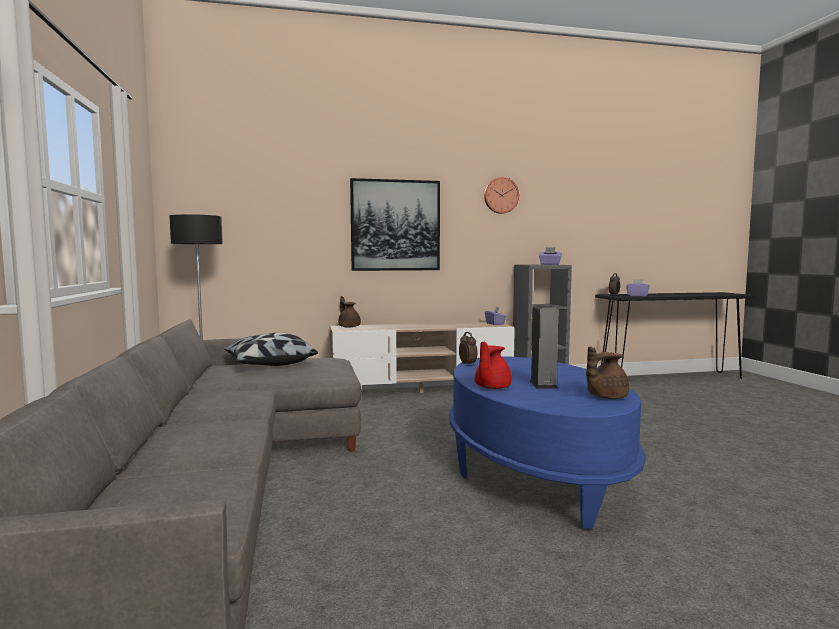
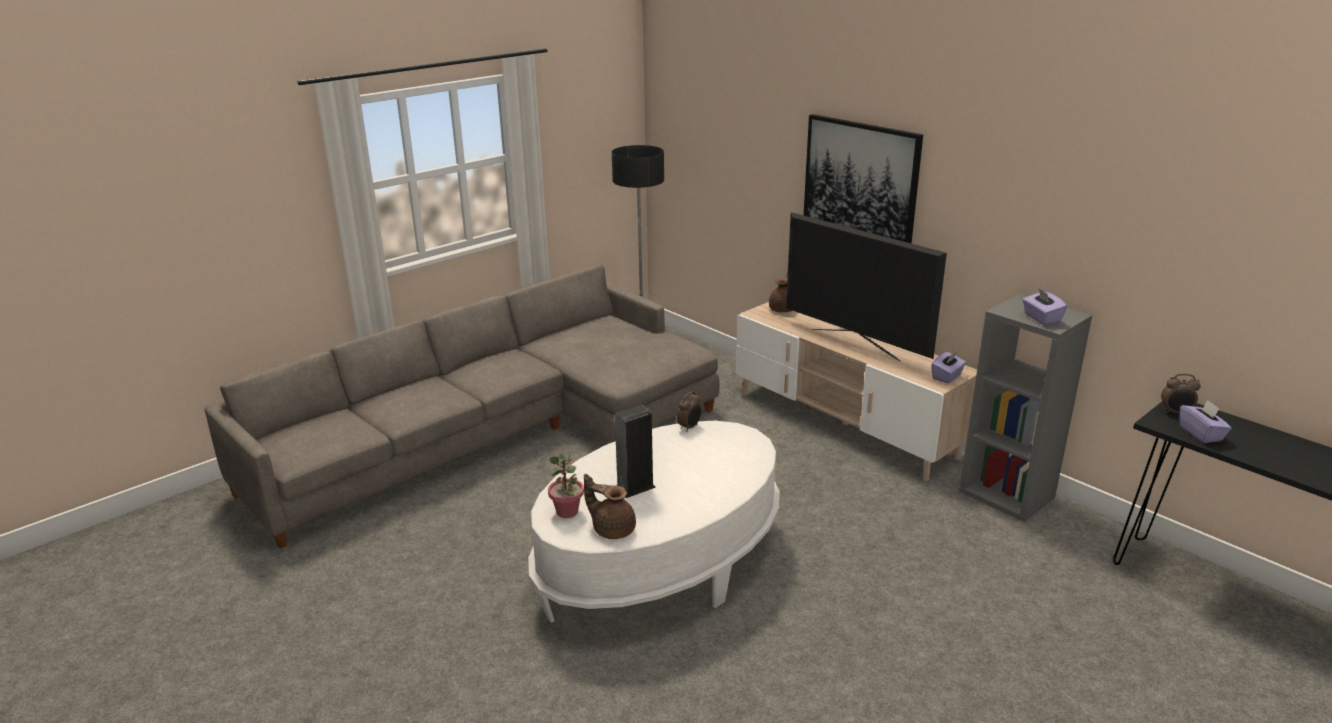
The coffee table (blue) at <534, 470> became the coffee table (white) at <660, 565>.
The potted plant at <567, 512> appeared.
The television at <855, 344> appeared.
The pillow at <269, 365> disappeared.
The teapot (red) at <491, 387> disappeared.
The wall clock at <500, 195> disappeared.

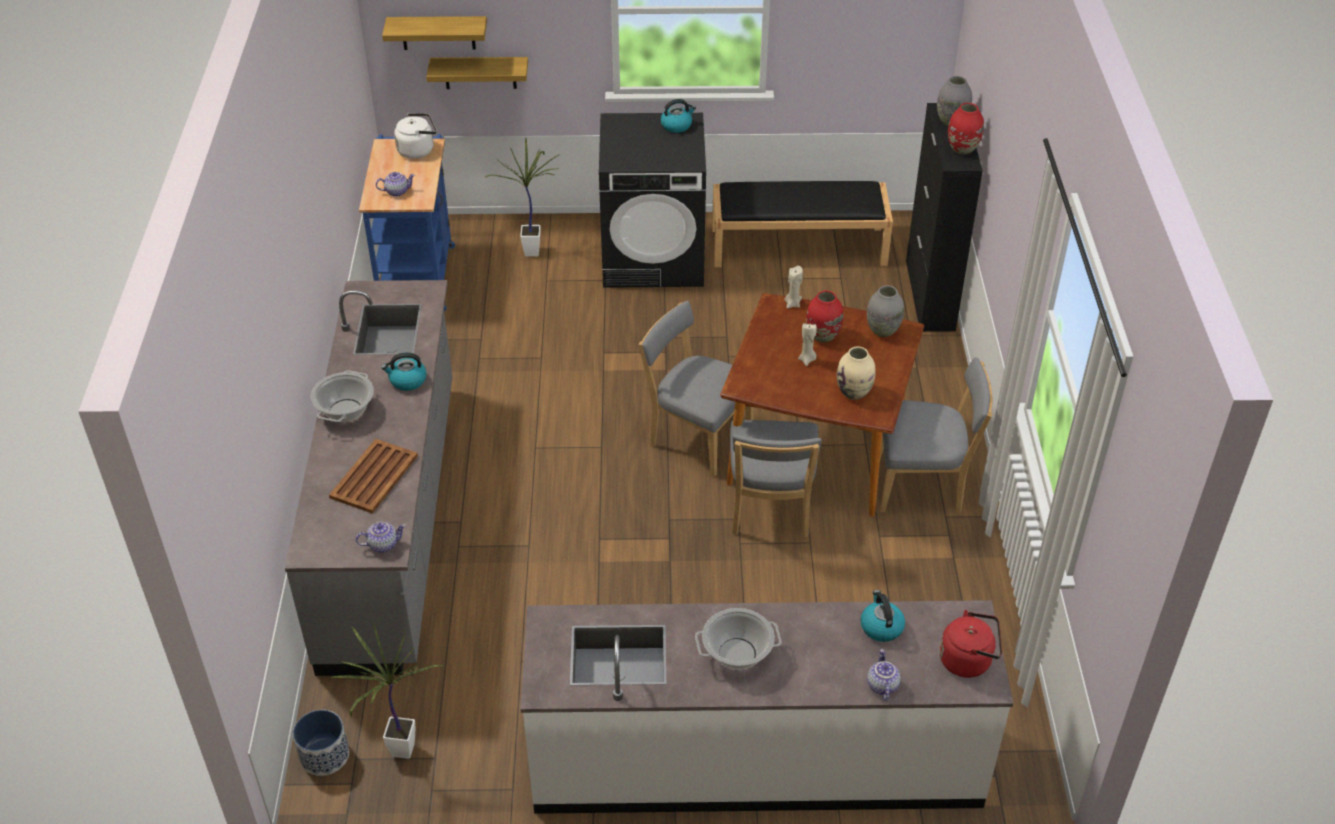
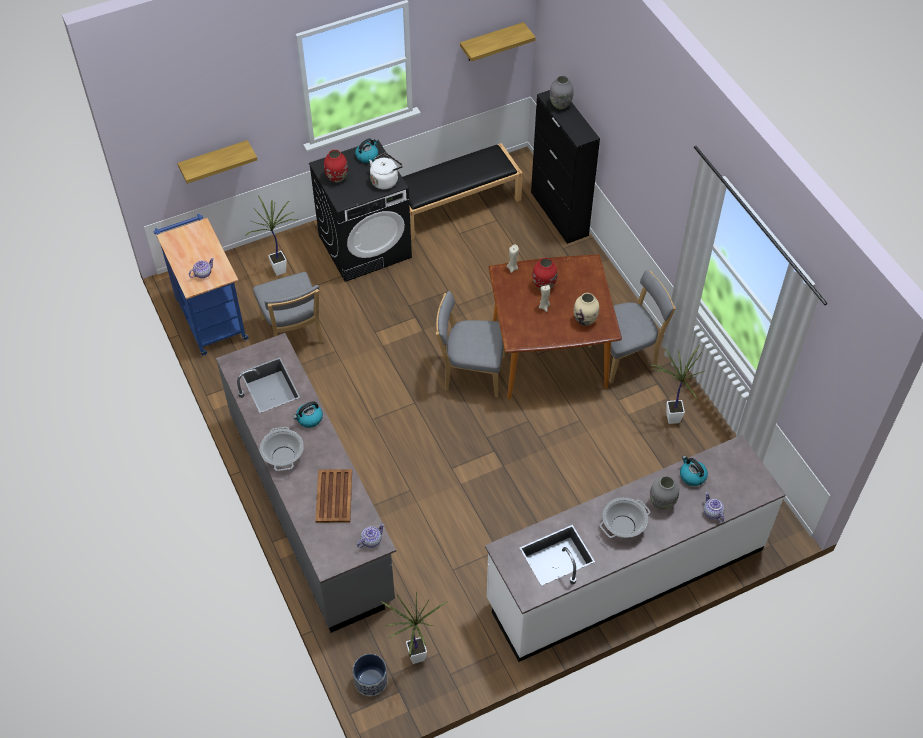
The chair (grey) moved from <770, 510> to <293, 333>.
The vase (red) moved from <962, 149> to <337, 178>.
The kettle (white) moved from <418, 150> to <385, 180>.
The shelf moved from <438, 32> to <491, 42>.
The potted plant at <669, 418> appeared.
The vase (grey) moved from <882, 331> to <662, 503>.
The kettle (red) at <968, 660> disappeared.

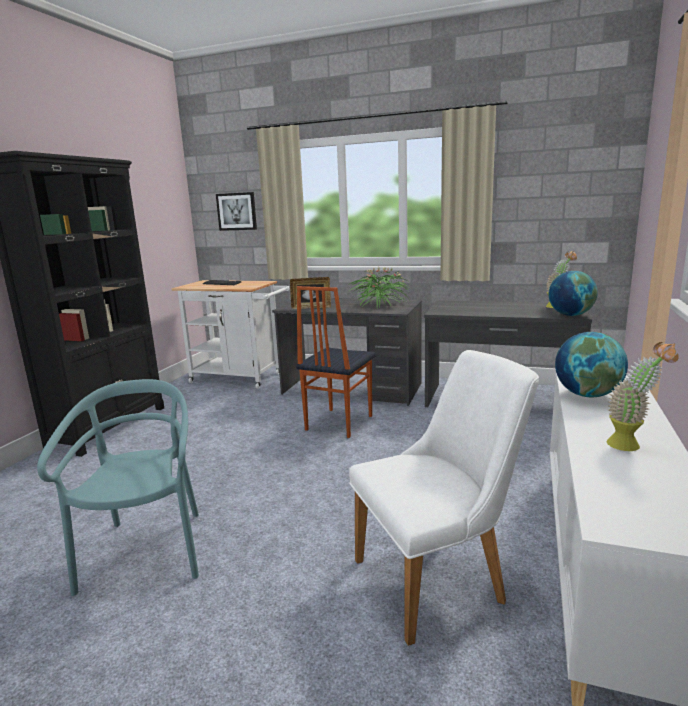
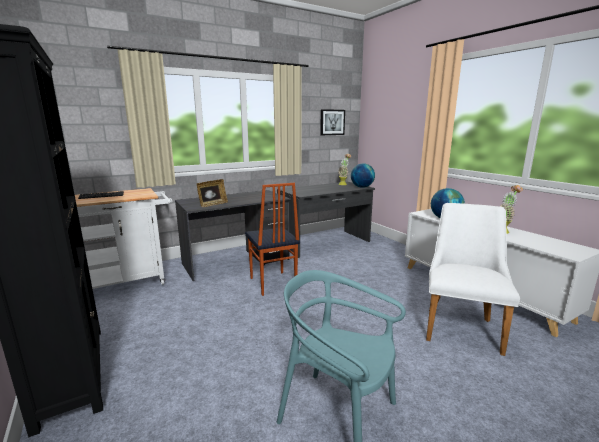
The picture moved from <237, 211> to <332, 122>.
The potted plant at <380, 304> disappeared.

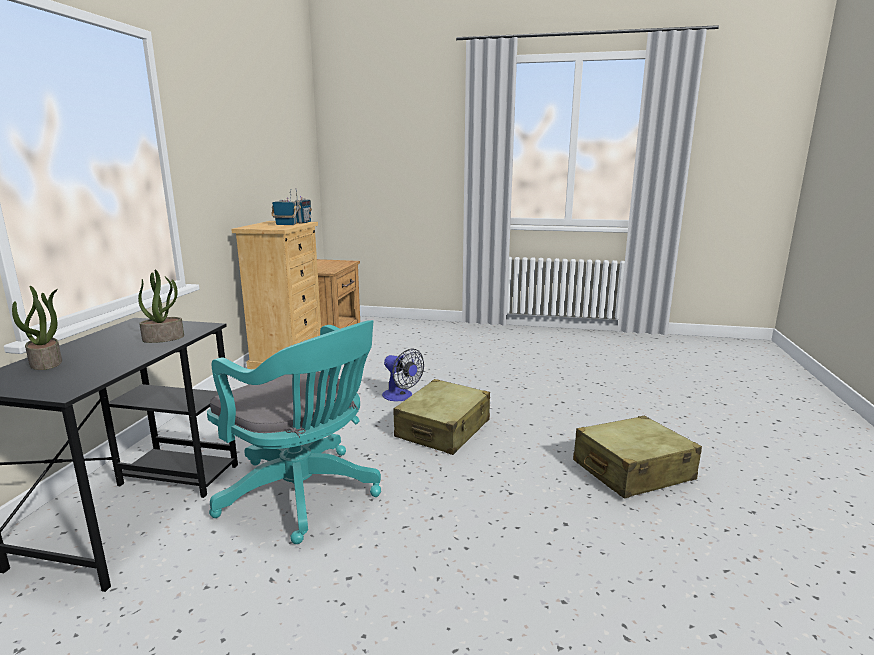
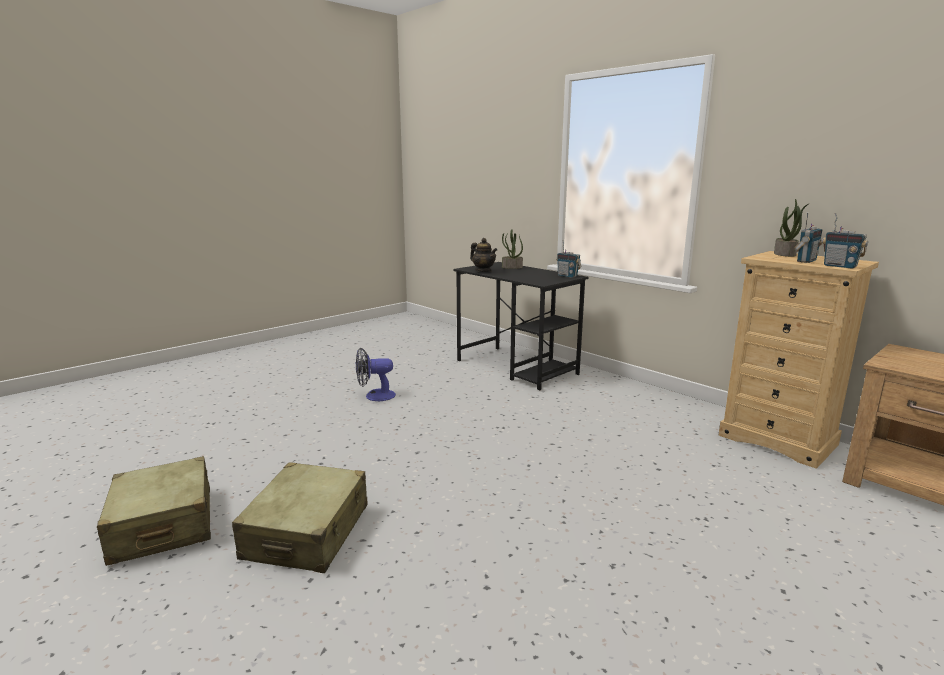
The suitcase (beige) moved from <443, 429> to <163, 525>.
The fan moved from <401, 397> to <375, 396>.
The teapot at <483, 271> appeared.
The radio at <567, 276> appeared.
The potted plant moved from <164, 338> to <785, 254>.
The office chair (turquoise) at <305, 495> disappeared.

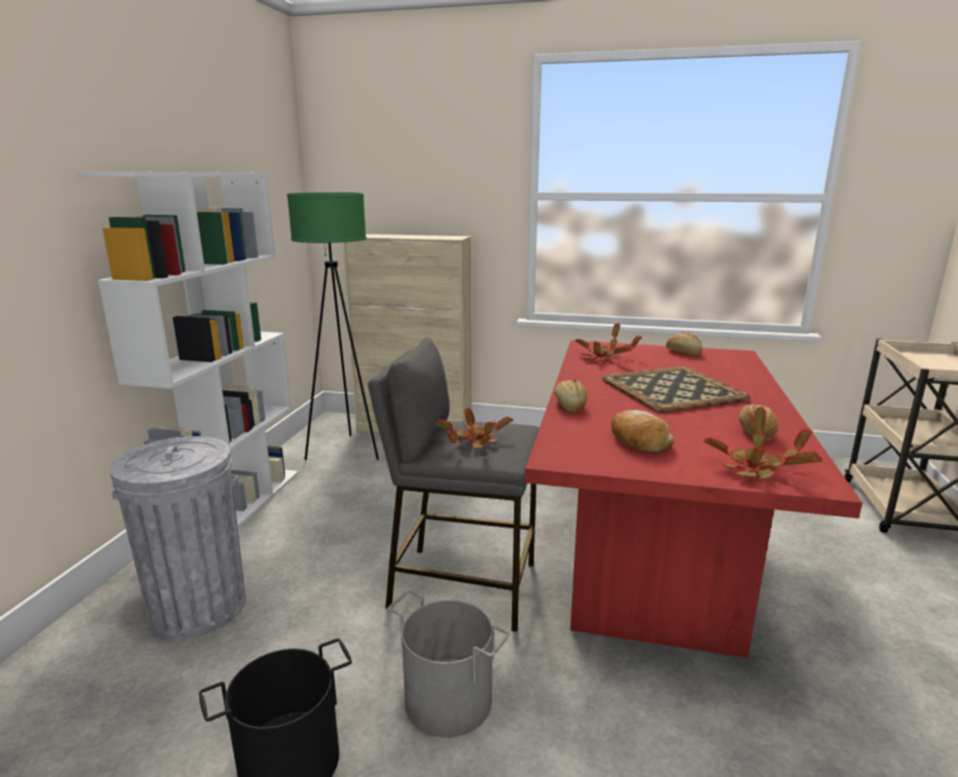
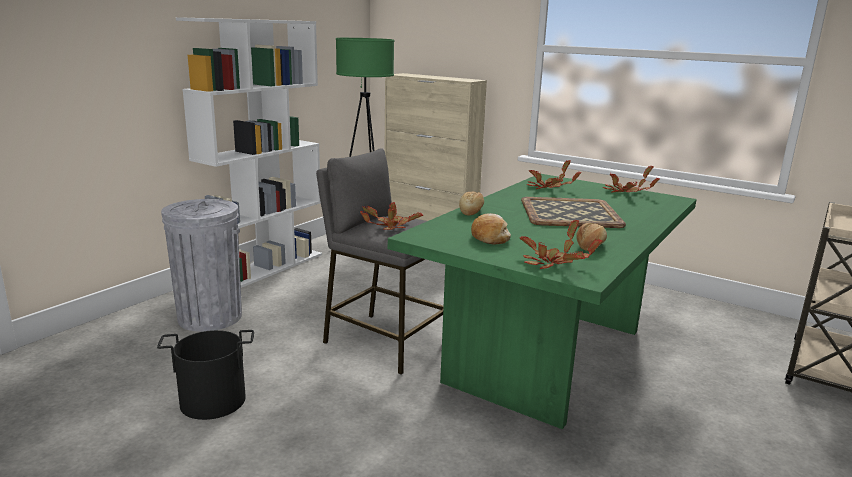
The dining table (red) at <649, 555> became the dining table (green) at <546, 354>.
The bread at <683, 352> was replaced by the potted plant at <625, 192>.
The bucket (grey) at <449, 699> disappeared.

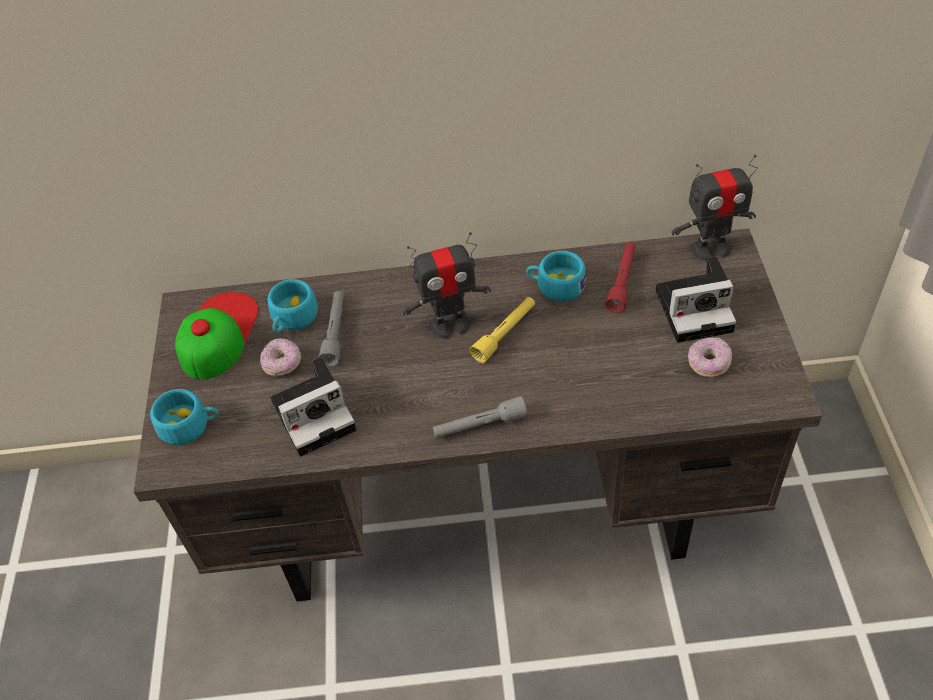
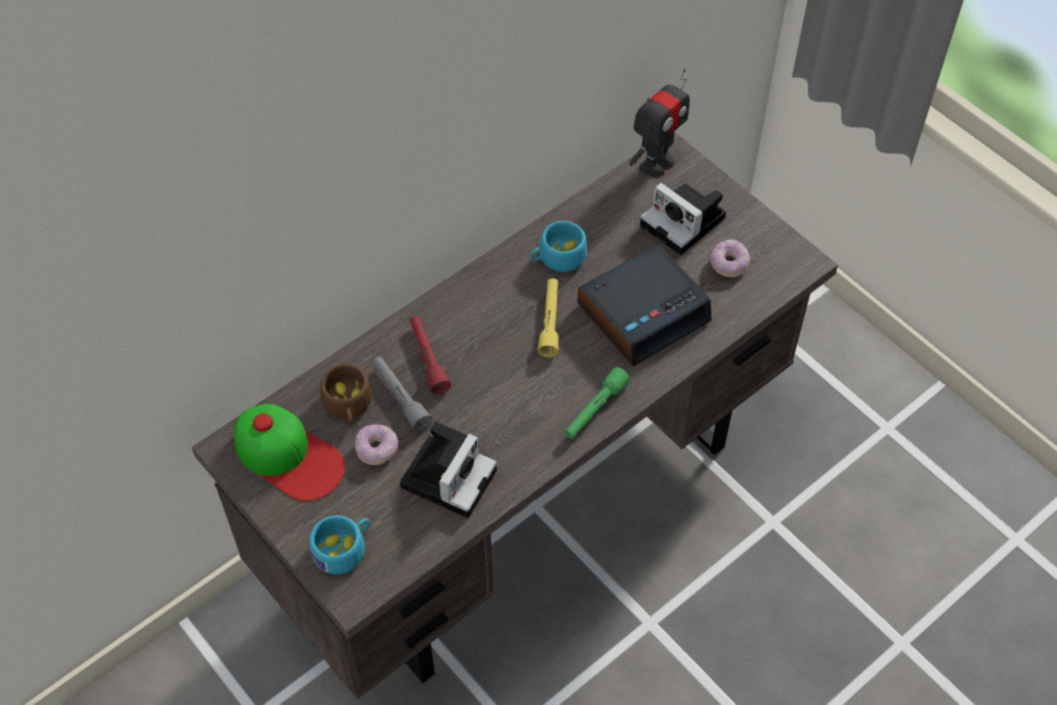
The cap at <218, 334> turned 150 degrees clockwise.
The cup (turquoise) at <292, 319> became the cup (brown) at <348, 405>.
The flashlight (red) moved from <622, 282> to <428, 358>.
The flashlight (grey) at <479, 425> became the flashlight (green) at <595, 410>.
The alarm clock at <643, 311> appeared.
The photo camera at <696, 309> turned 90 degrees clockwise.
The toy robot at <450, 325> disappeared.

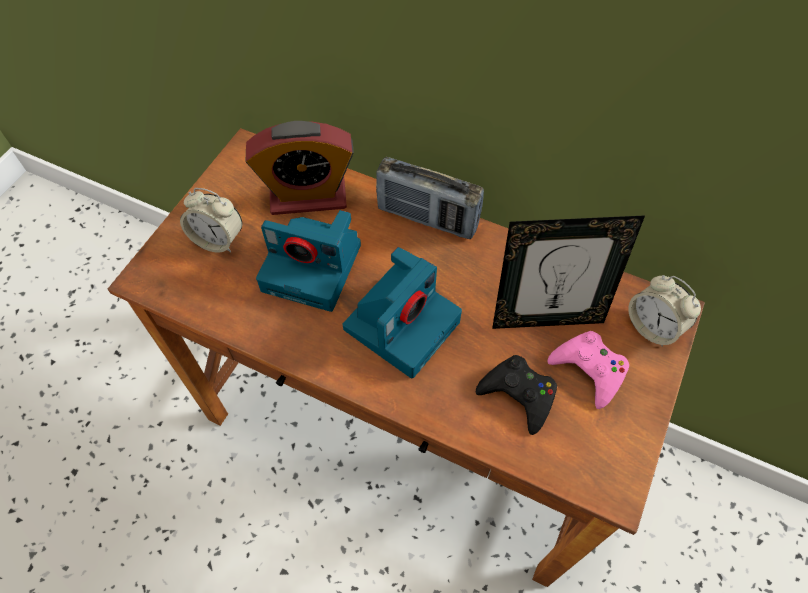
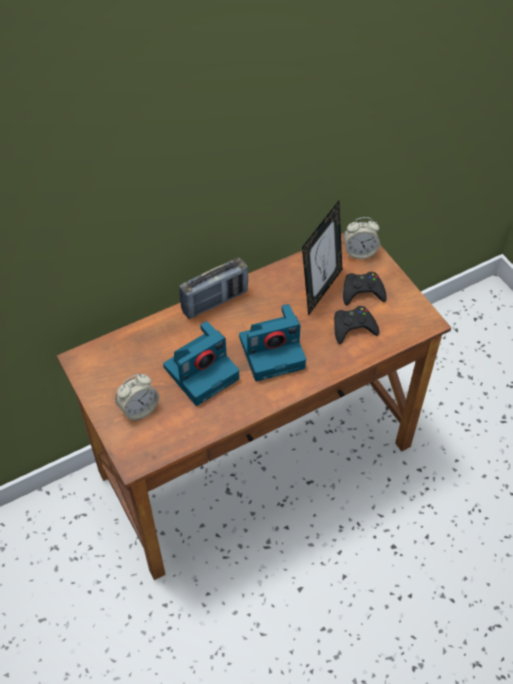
The photo camera at <402, 323> turned 90 degrees clockwise.
The game controller (pink) at <589, 370> became the game controller (black) at <362, 291>.
The alarm clock at <308, 196> disappeared.

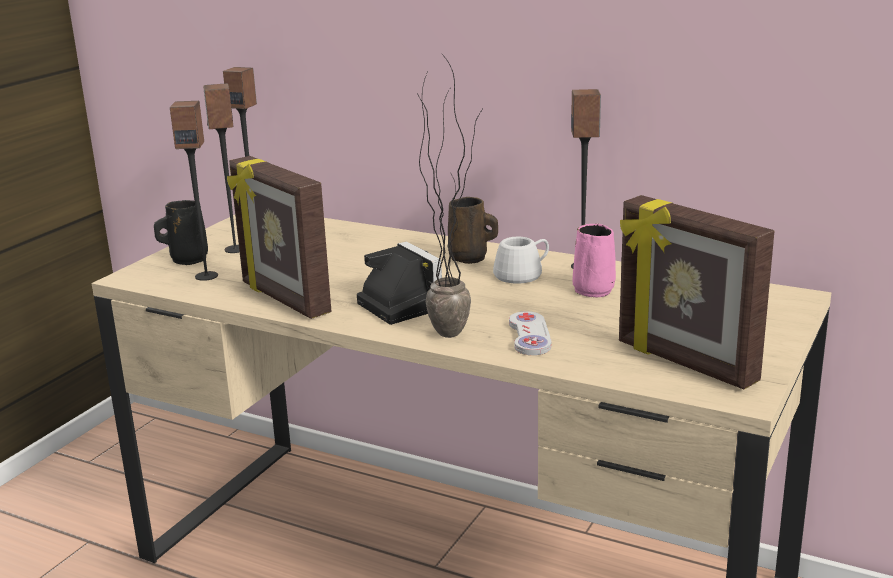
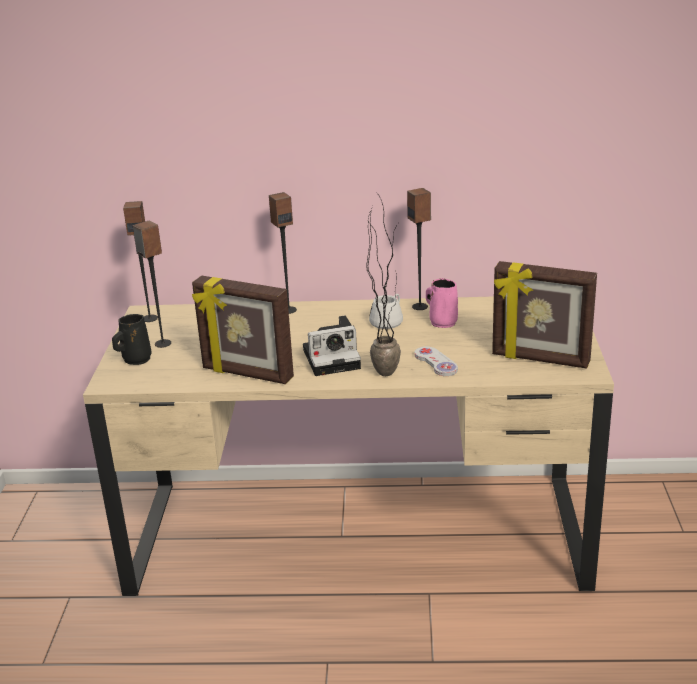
The speaker moved from <206, 276> to <288, 310>.
The photo camera at <405, 303> turned 135 degrees clockwise.
The mug (brown) at <470, 258> disappeared.

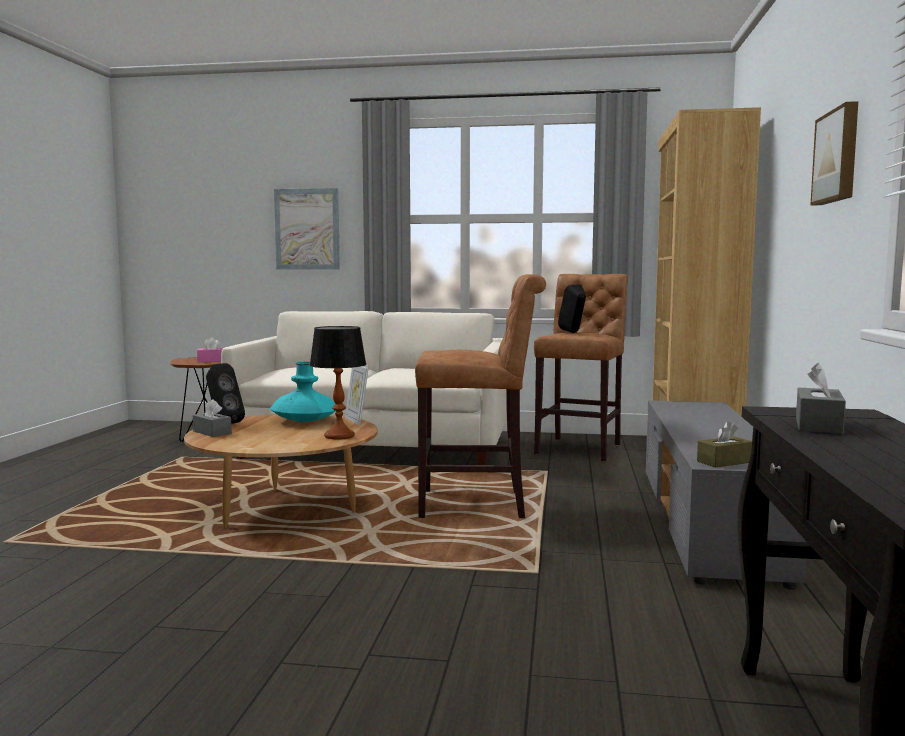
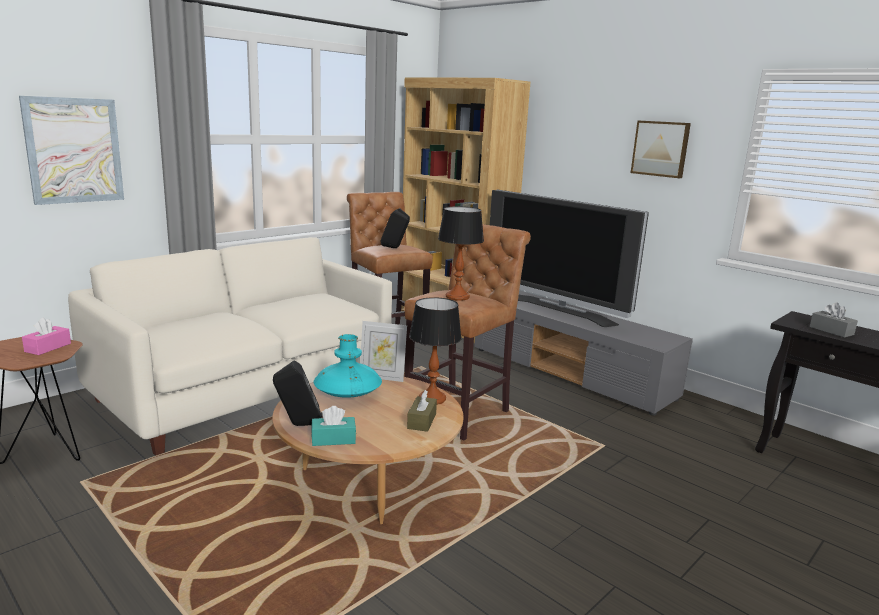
The tissue box (grey) at <212, 432> became the tissue box (turquoise) at <333, 439>.
The tissue box (brown) moved from <724, 462> to <421, 421>.
The table lamp at <457, 297> appeared.
The television at <558, 310> appeared.

